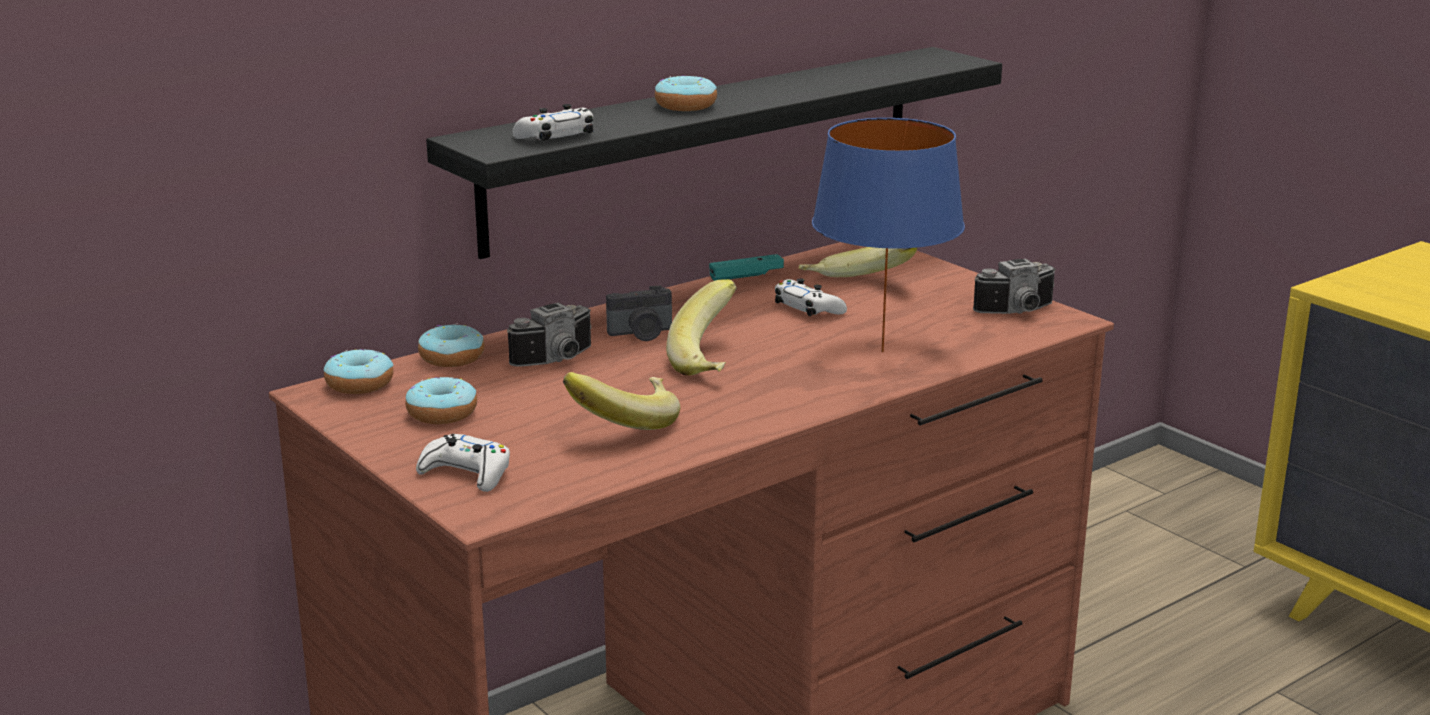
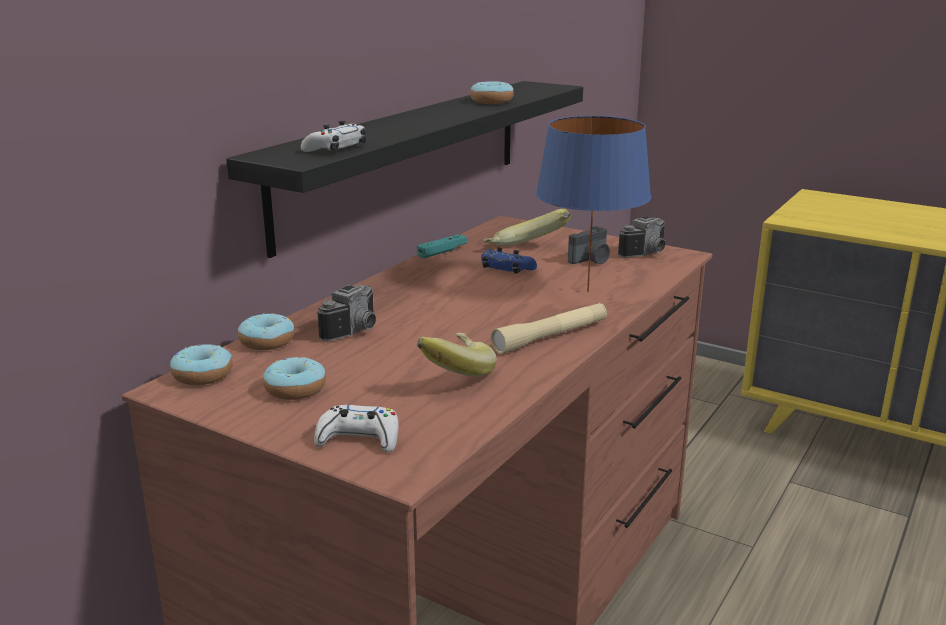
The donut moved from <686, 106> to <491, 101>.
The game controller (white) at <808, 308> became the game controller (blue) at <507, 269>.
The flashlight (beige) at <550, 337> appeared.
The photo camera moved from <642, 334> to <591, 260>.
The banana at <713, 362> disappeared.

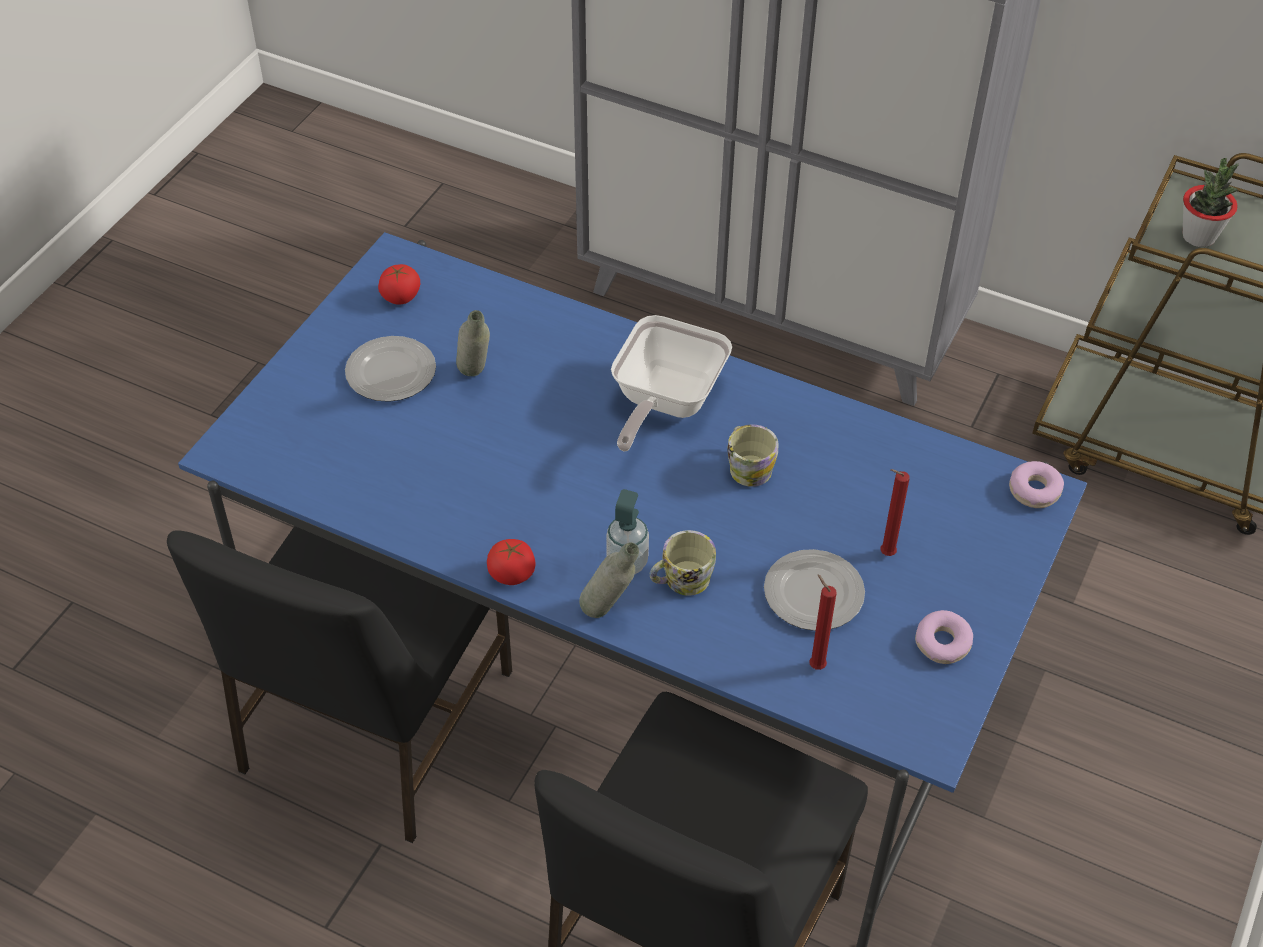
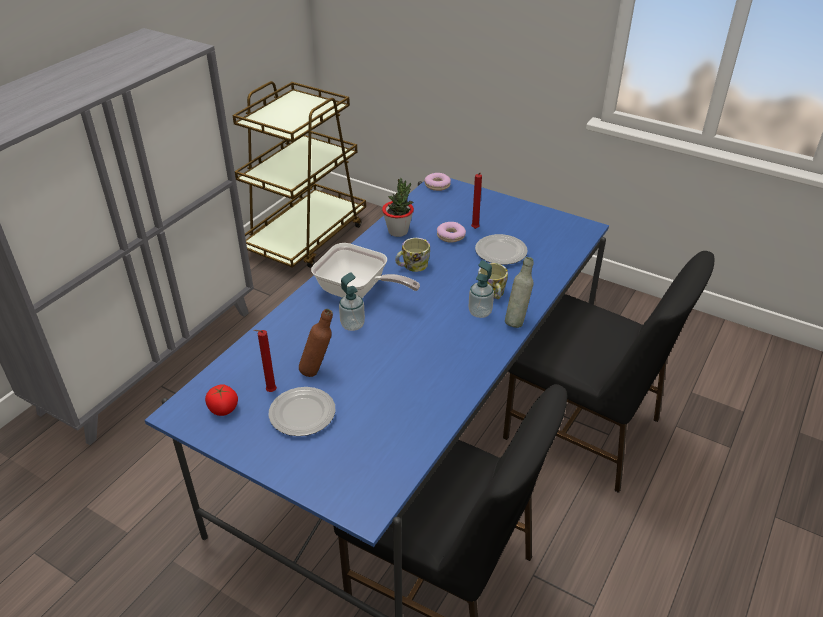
The candle (red) moved from <815, 665> to <270, 392>.
The bottle (grey) at <475, 378> became the bottle (brown) at <318, 371>.
The soap dispenser at <352, 325> appeared.
The potted plant moved from <1198, 237> to <398, 231>.
The donut moved from <942, 643> to <451, 236>.
The tomato at <512, 574> disappeared.

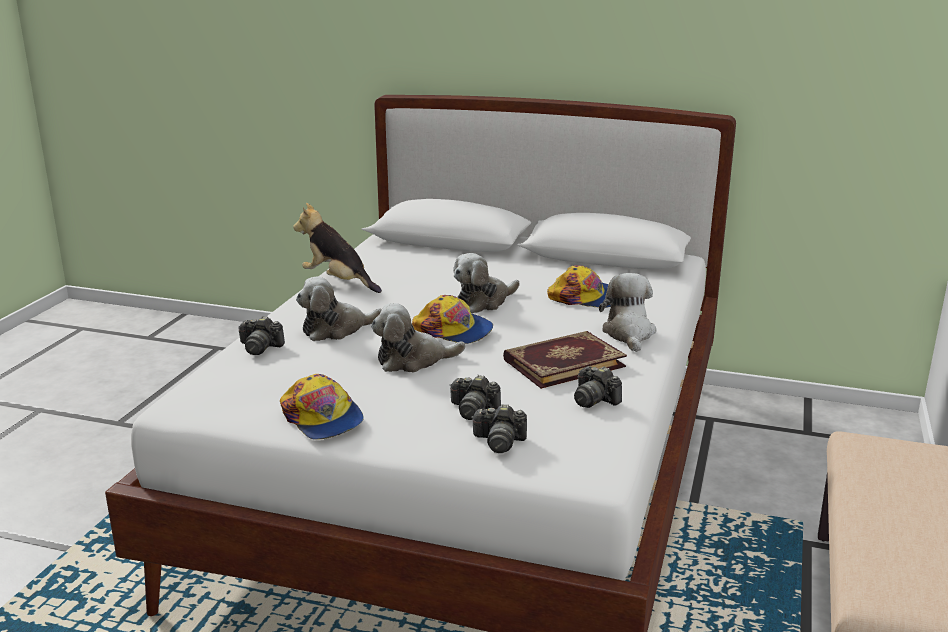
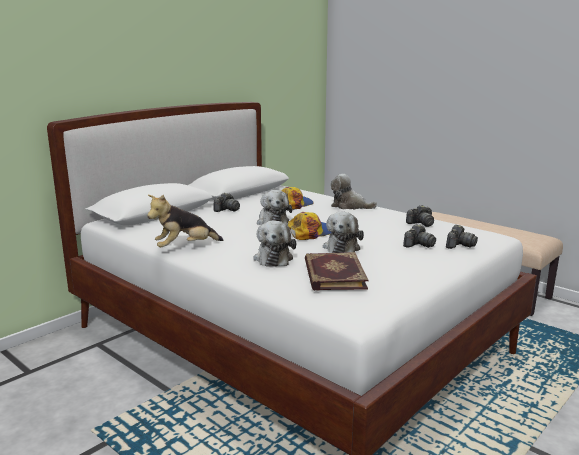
The photo camera moved from <260, 347> to <227, 210>.
The book moved from <563, 362> to <333, 274>.
The cap at <322, 418> disappeared.

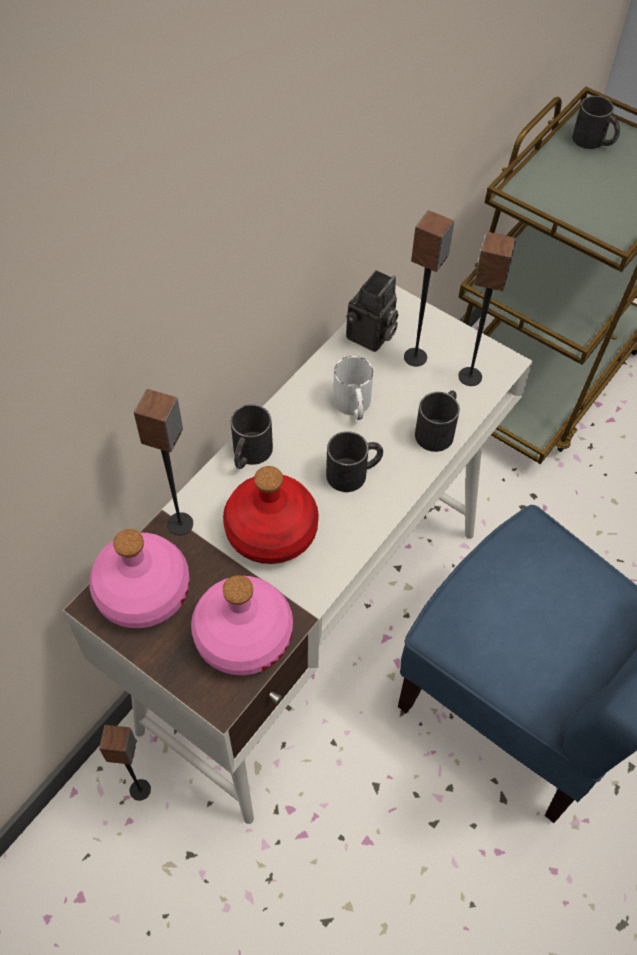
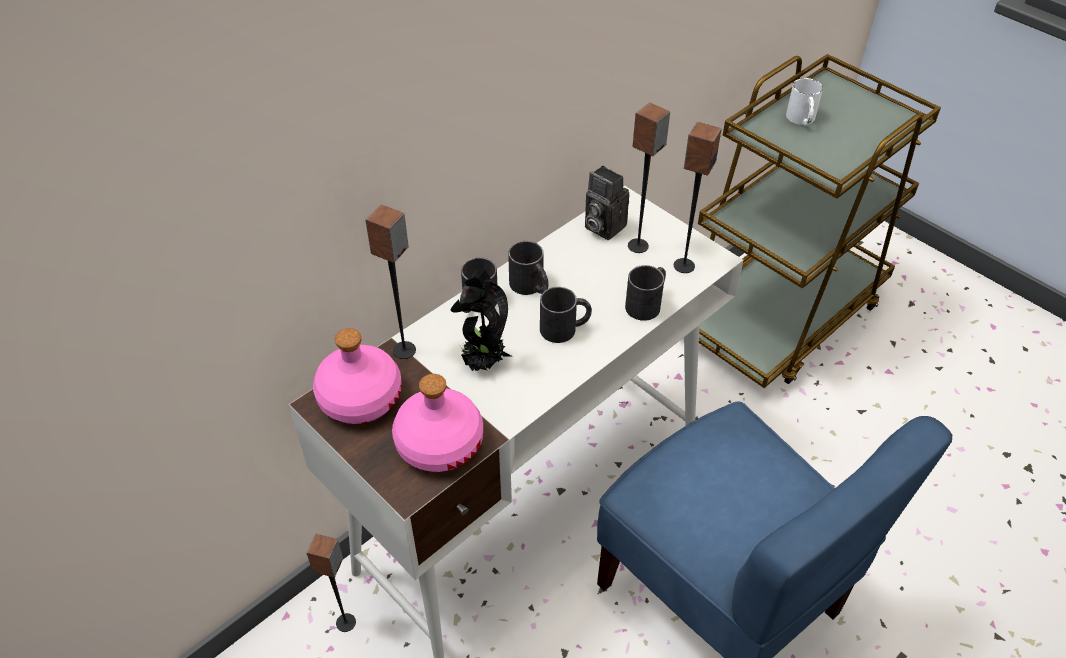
The bottle (red) at <272, 529> was replaced by the potted plant at <483, 364>.
The mug (black) moved from <594, 141> to <531, 286>.
The photo camera at <371, 337> turned 90 degrees clockwise.
The mug (white) moved from <353, 406> to <802, 120>.

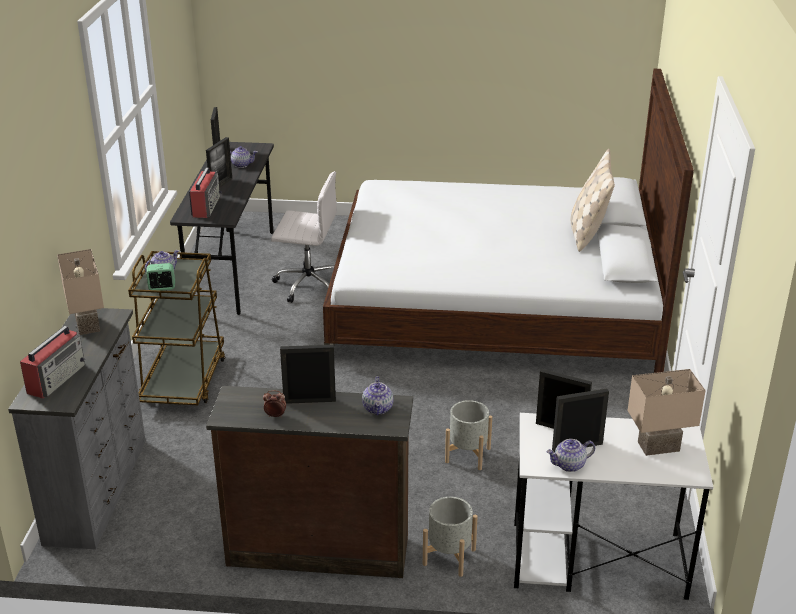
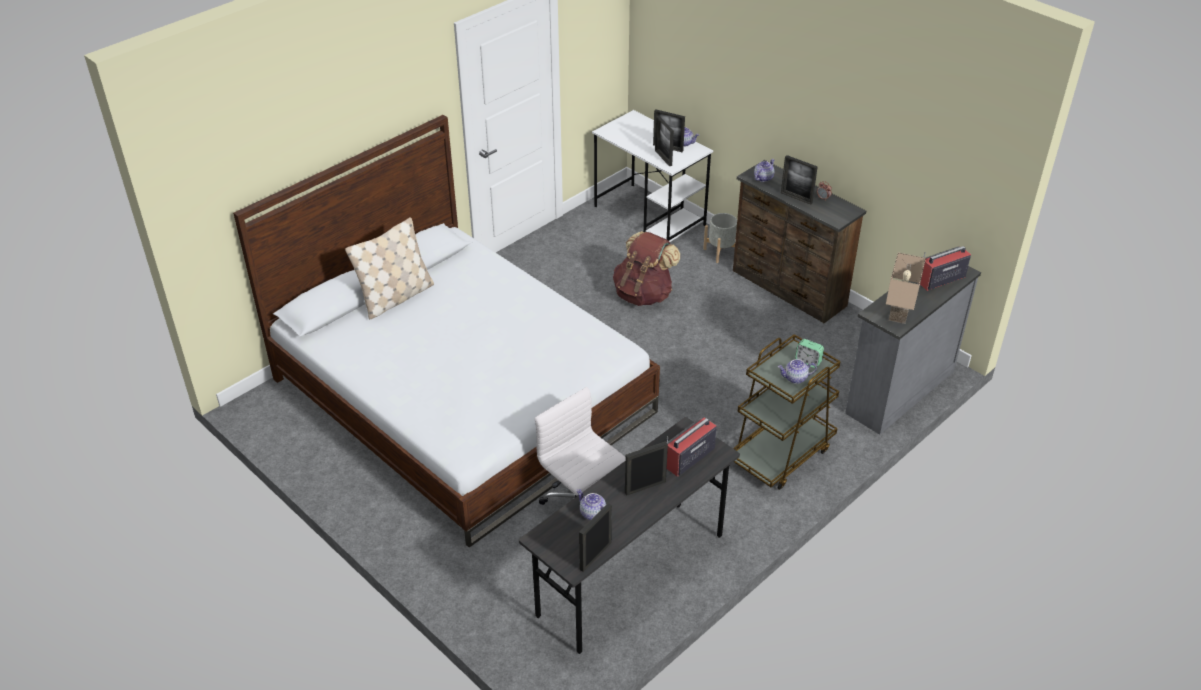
The planter (grey) at <468, 455> was replaced by the backpack (brown) at <644, 294>.
The table lamp (beige) at <658, 448> disappeared.

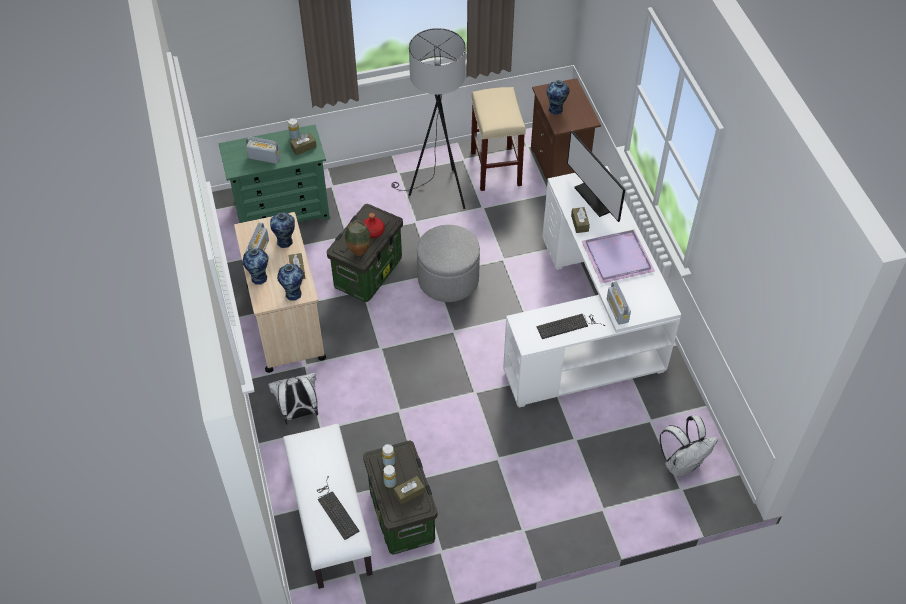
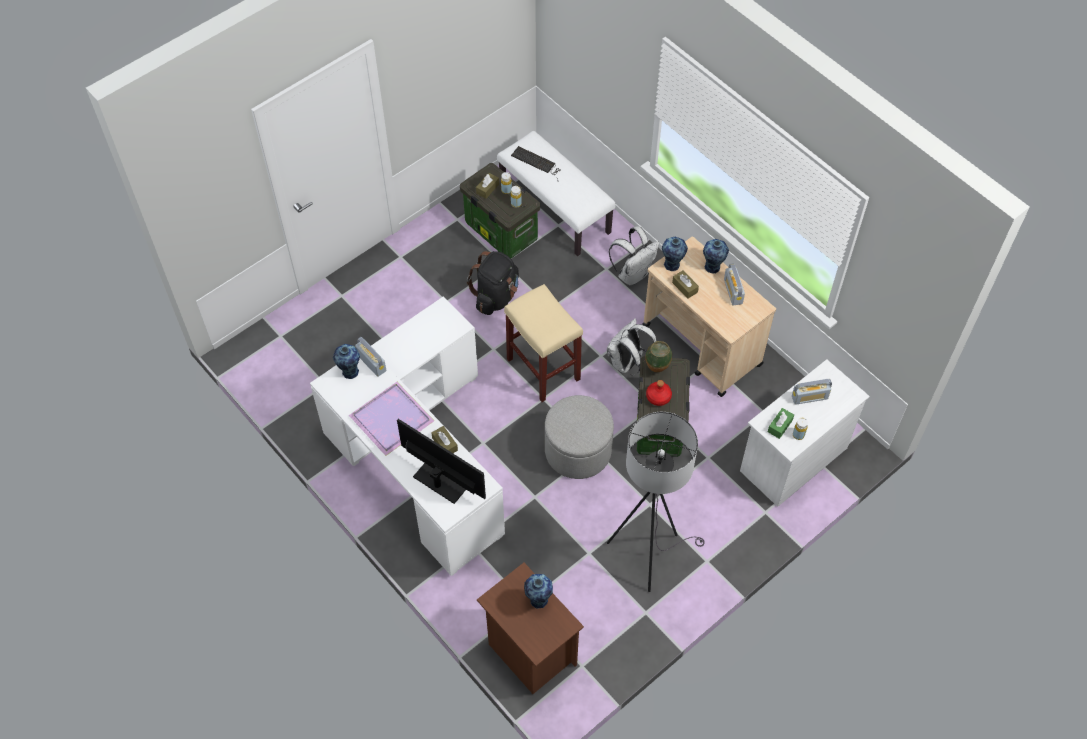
The vase moved from <285, 242> to <349, 372>.
The backpack (black) at <496, 296> appeared.
The stool (beige) moved from <495, 168> to <544, 369>.
The backpack (white) moved from <682, 464> to <627, 363>.
The dresser (green) at <282, 211> became the dresser (white) at <793, 459>.
The tissue box (brown) at <303, 147> became the tissue box (green) at <780, 426>.
The keyboard at <568, 325> disappeared.

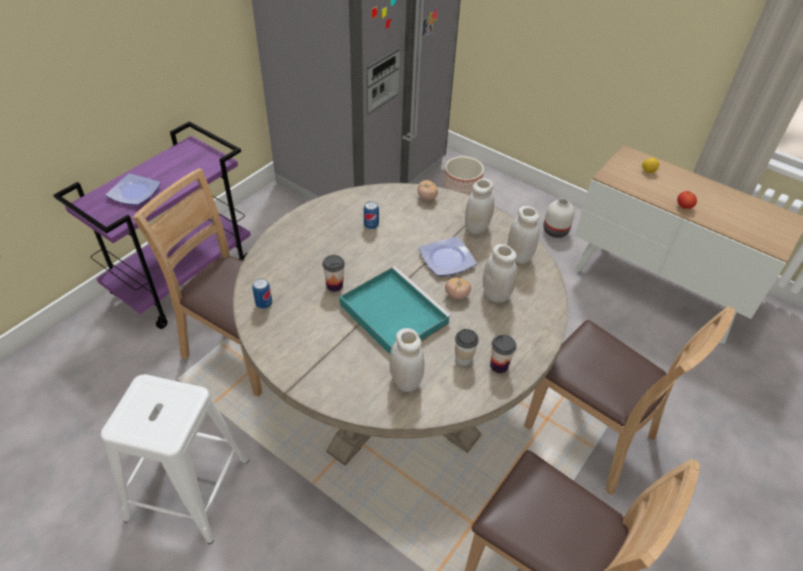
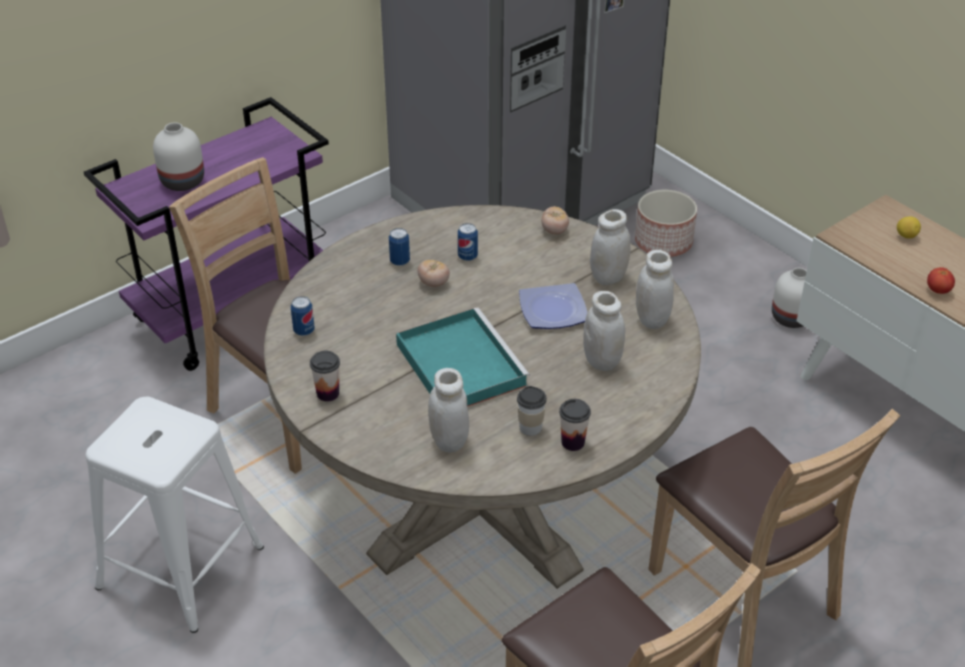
The plate at <135, 192> was replaced by the vase (white) at <184, 181>.
The cup moved from <334, 285> to <328, 393>.
The can at <400, 261> appeared.
The tomato moved from <457, 295> to <433, 283>.

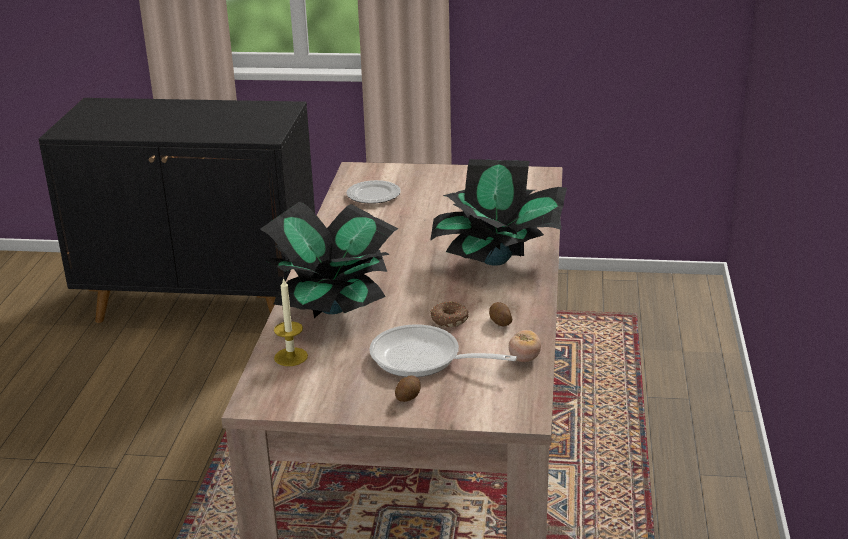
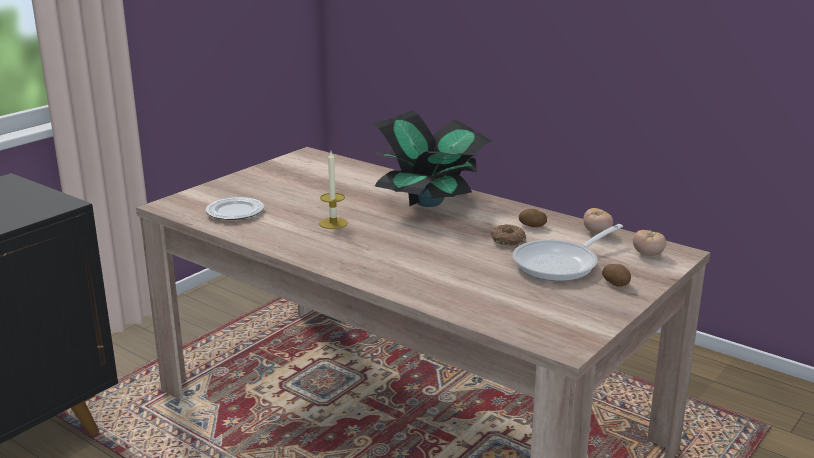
The candle moved from <291, 357> to <333, 223>.
The tomato at <648, 254> appeared.
The potted plant at <334, 306> disappeared.

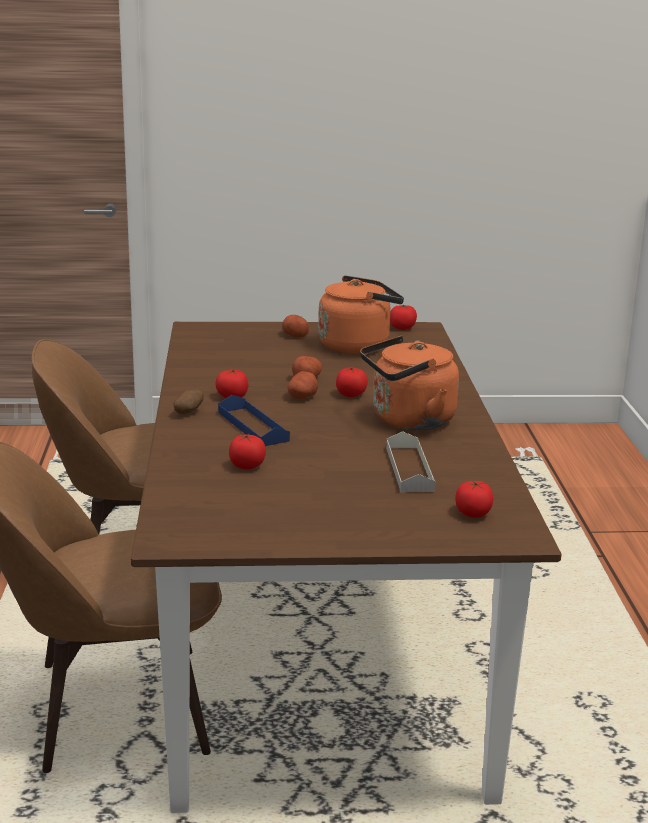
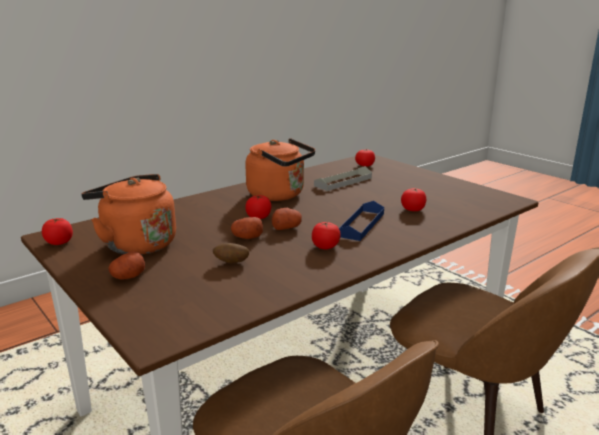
The potato moved from <188, 412> to <231, 262>.

